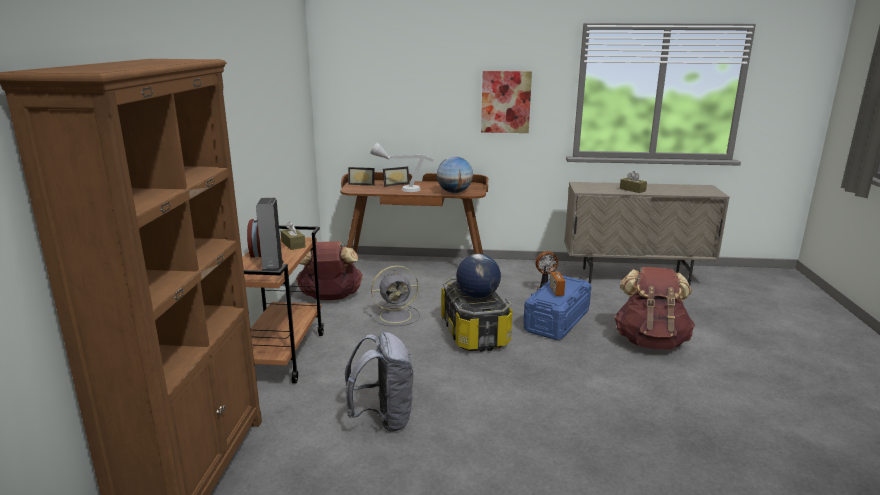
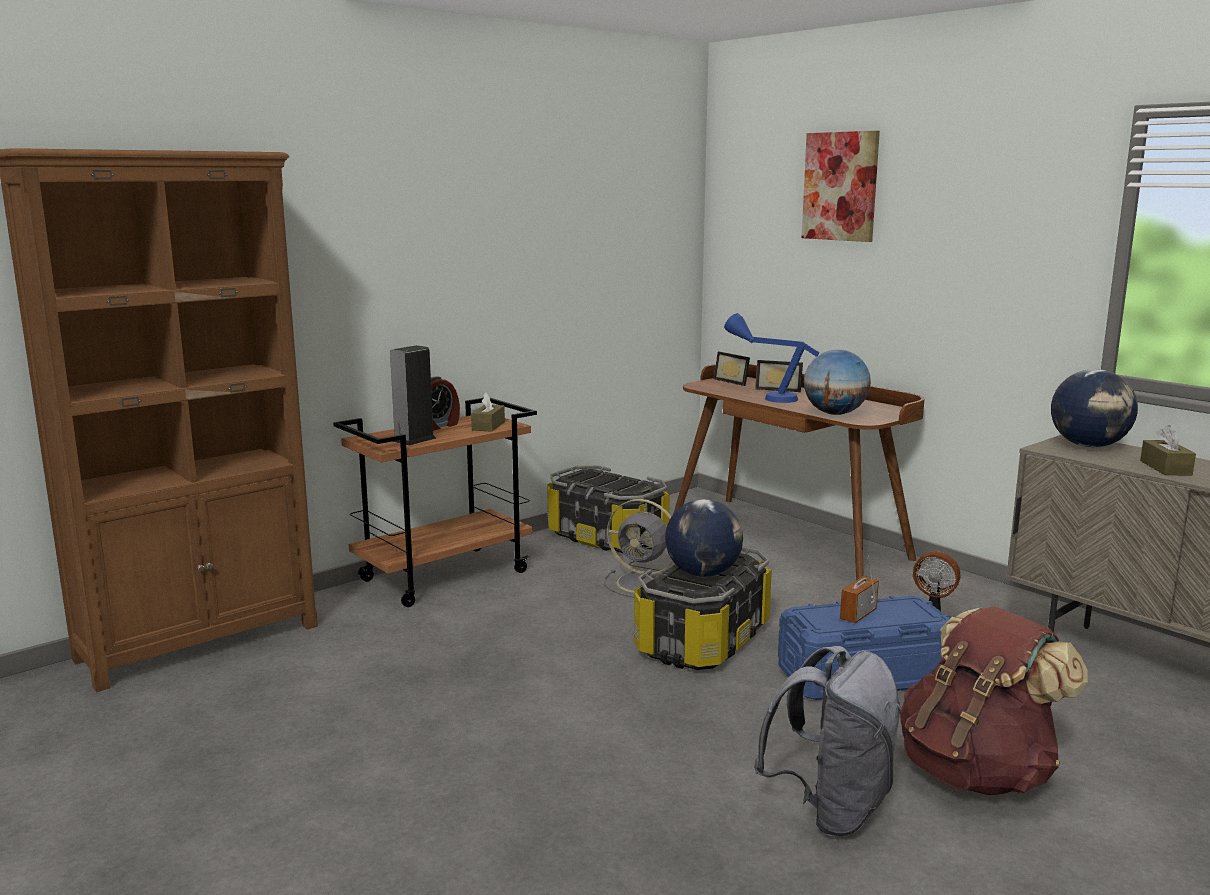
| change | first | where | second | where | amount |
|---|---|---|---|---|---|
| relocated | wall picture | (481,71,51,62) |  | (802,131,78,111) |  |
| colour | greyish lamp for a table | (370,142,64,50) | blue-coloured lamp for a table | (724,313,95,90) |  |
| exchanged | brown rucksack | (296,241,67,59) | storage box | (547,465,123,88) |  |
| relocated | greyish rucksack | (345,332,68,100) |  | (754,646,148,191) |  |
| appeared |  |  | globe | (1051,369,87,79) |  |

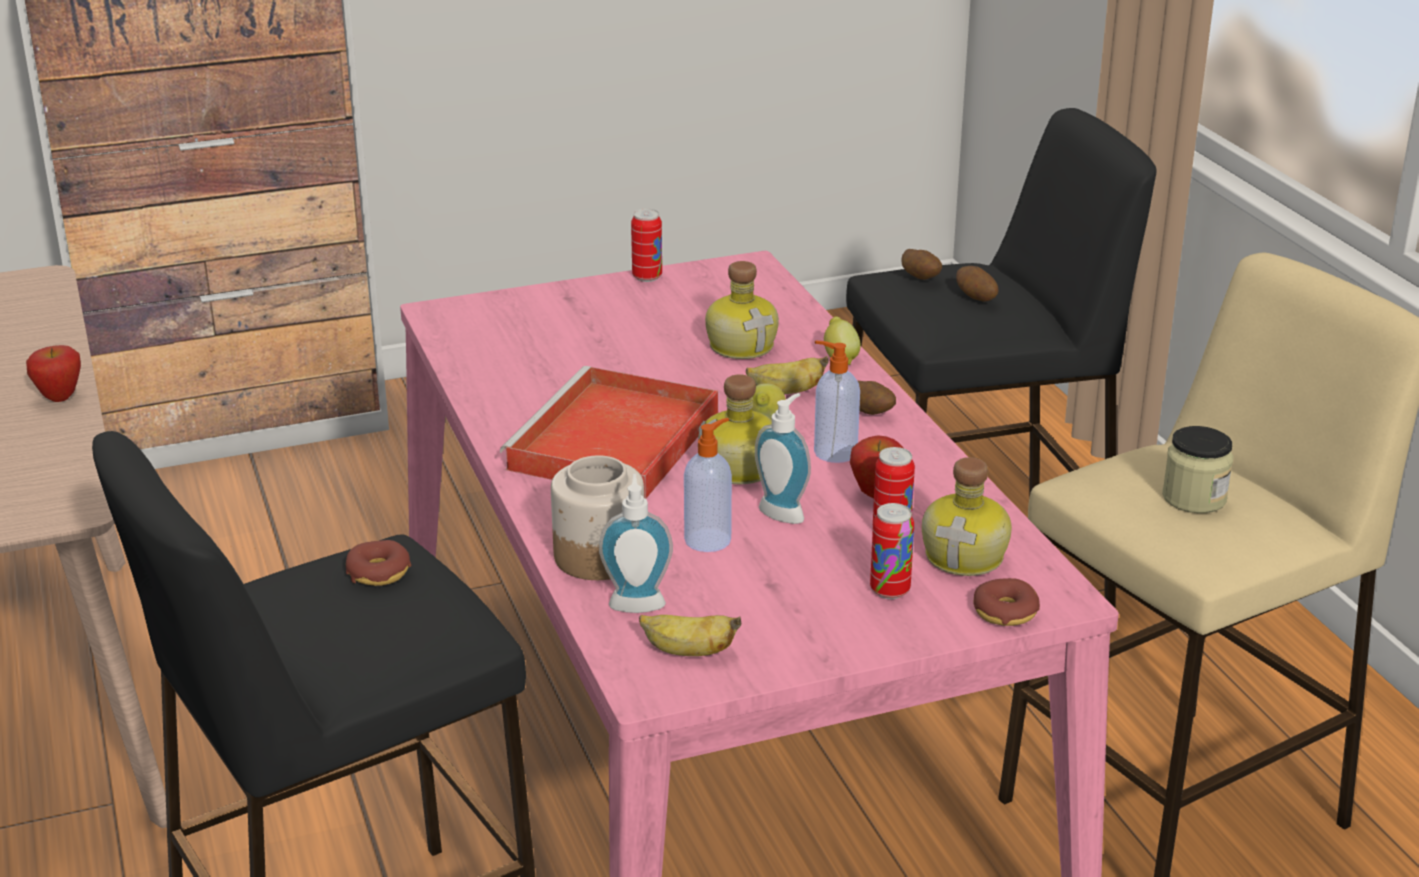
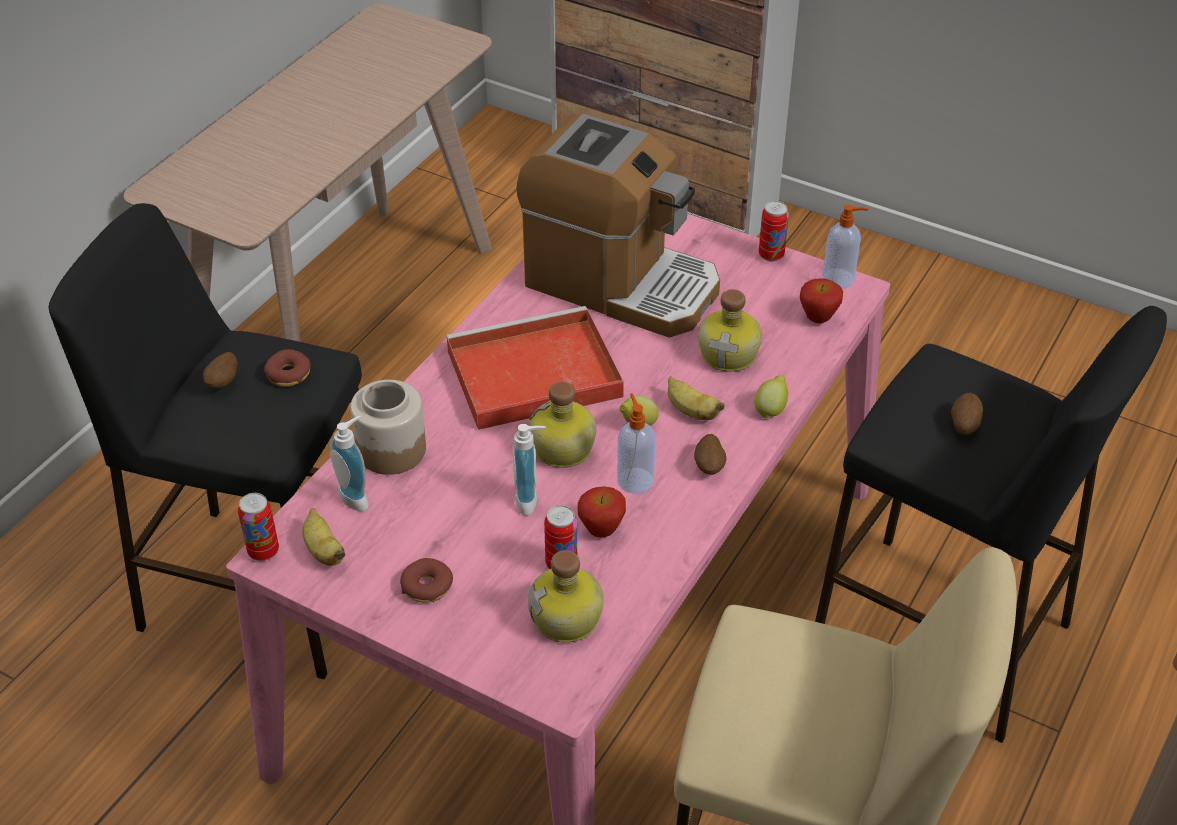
| change | first | where | second | where | amount |
|---|---|---|---|---|---|
| relocated | spud | (901,249,41,31) |  | (203,352,35,37) |  |
| relocated | apple fruit | (26,345,55,57) |  | (800,278,43,45) |  |
| relocated | liquid soap bottle | (684,418,48,134) |  | (822,204,46,84) |  |
| missing | storage jar | (1162,426,71,87) |  |  |  |
| relocated | metal can | (870,503,44,96) |  | (238,493,41,68) |  |
| relocated | donut | (974,578,66,48) |  | (400,558,53,45) |  |
| appeared |  |  | coffee brewer | (516,113,204,225) |  |

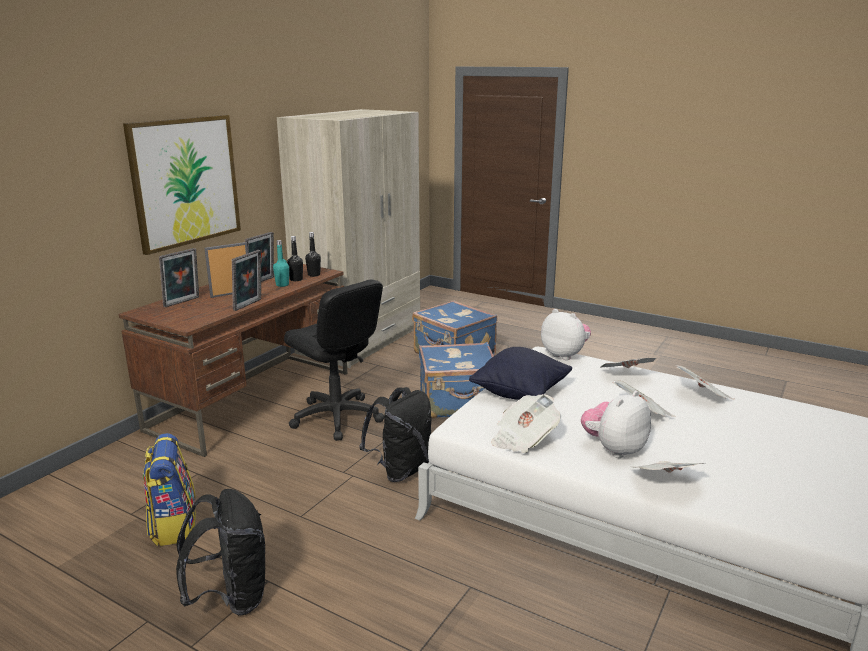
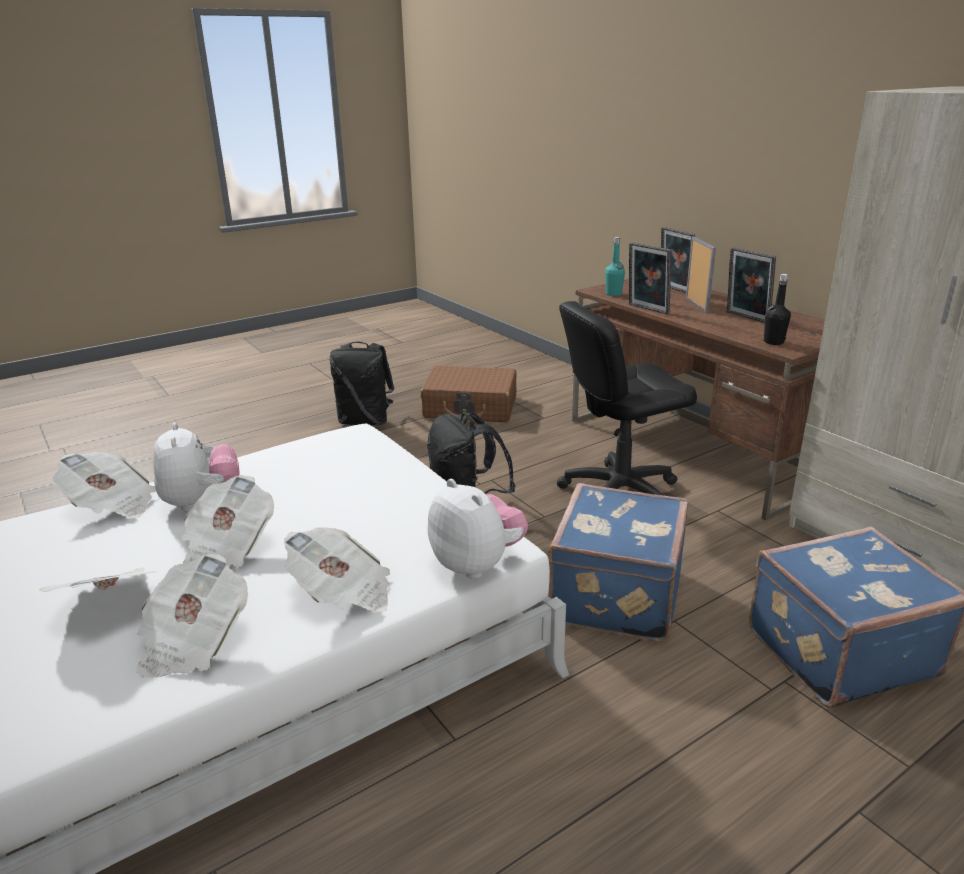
| change | first | where | second | where | amount |
|---|---|---|---|---|---|
| missing | wall picture | (123,115,118,140) |  |  |  |
| missing | blackish beverage bottle | (287,236,16,45) |  |  |  |
| relocated | turquoise beverage bottle | (273,240,16,47) |  | (605,237,20,59) |  |
| spun | plush toy | (541,309,50,51) |  | (428,479,100,100) | 105 degrees counterclockwise |
| missing | blackish pillow | (469,347,103,53) |  |  |  |
| relocated | daily paper | (491,394,70,59) |  | (39,568,118,24) |  |
| exchanged | rucksack | (143,433,53,113) | brown piece of luggage | (421,365,96,57) |  |

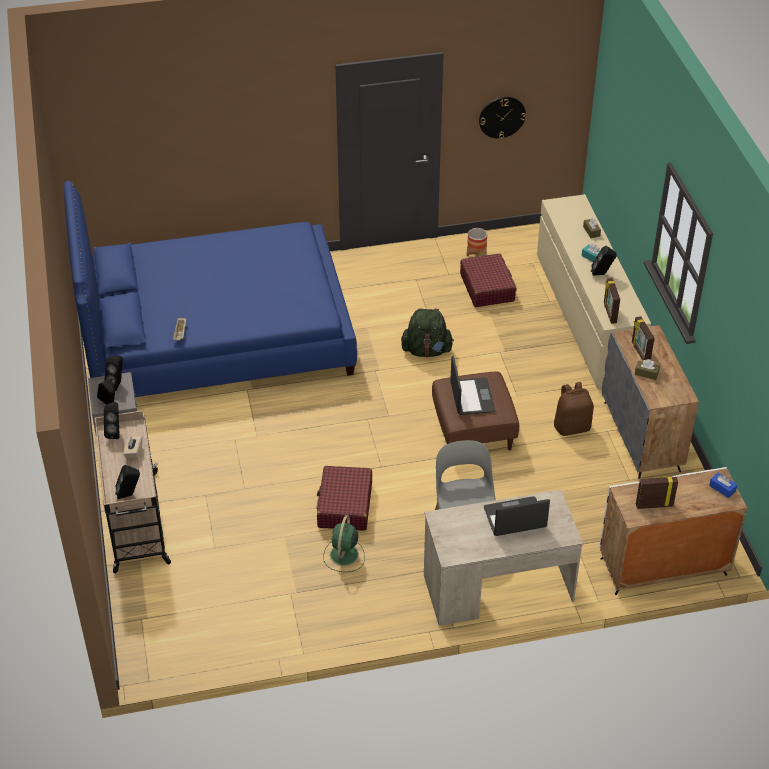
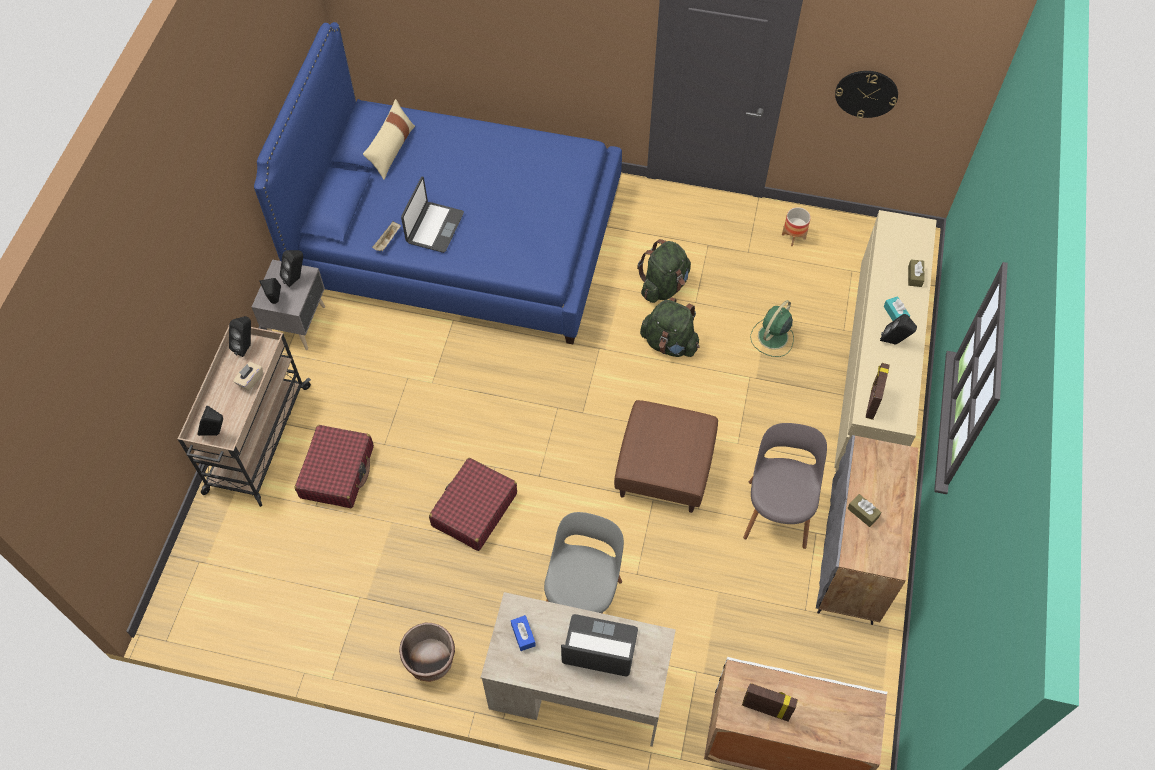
| change | first | where | second | where | amount |
|---|---|---|---|---|---|
| relocated | red piece of luggage | (460,253,56,54) |  | (295,425,79,83) |  |
| missing | standing frame | (632,316,22,44) |  |  |  |
| relocated | notebook computer | (450,356,45,59) |  | (401,177,63,76) |  |
| exchanged | brown rucksack | (554,382,40,54) | greyish chair | (743,423,84,126) |  |
| relocated | blue-coloured tissue holder | (709,473,28,25) |  | (511,615,25,36) |  |
| relocated | green cooling fan | (323,515,42,57) |  | (750,300,44,57) |  |
| appeared |  |  | sand-coloured pillow | (363,99,52,81) |  |
| appeared |  |  | green rucksack | (637,239,54,64) |  |
| appeared |  |  | brown planter | (399,623,56,59) |  |

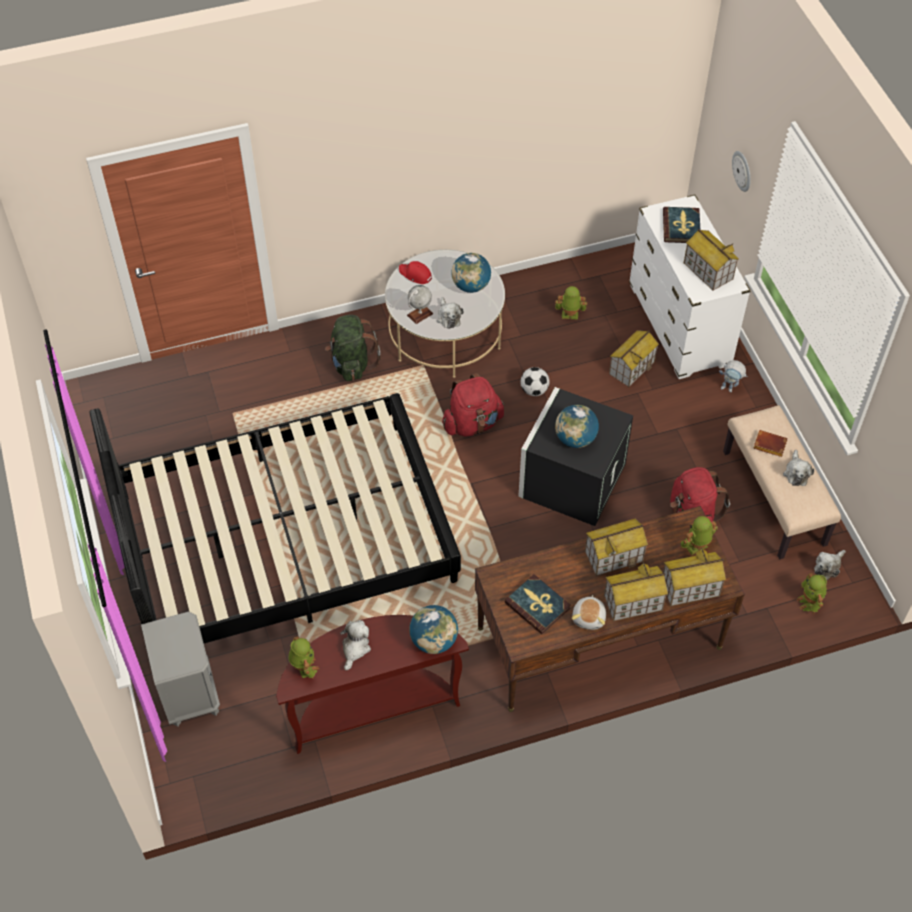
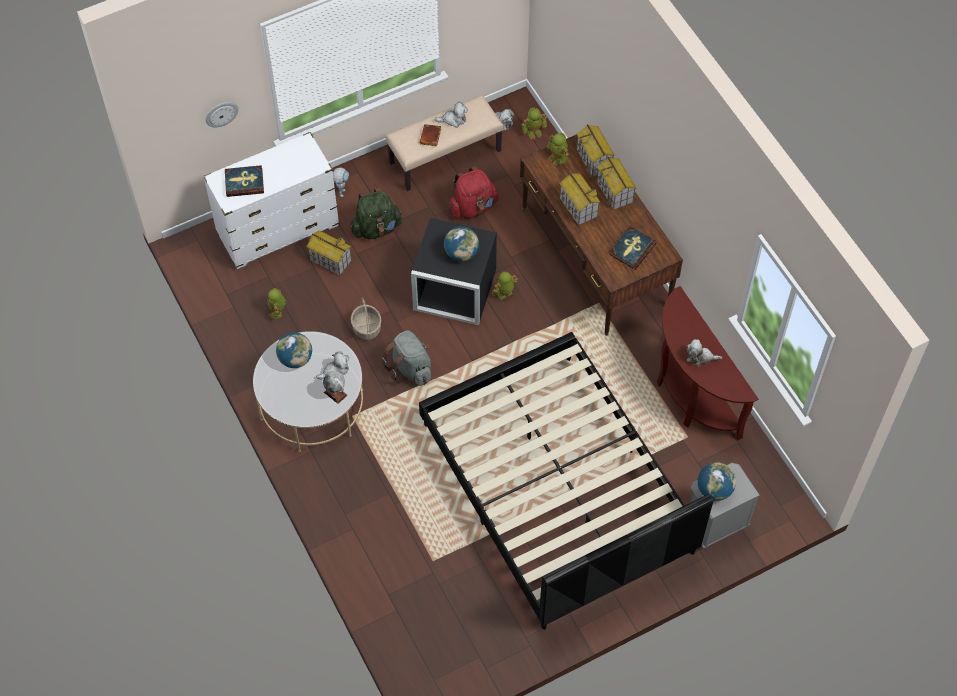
| change | first | where | second | where | amount |
|---|---|---|---|---|---|
| missing | toy house | (684,229,55,62) |  |  |  |
| missing | red baseball cap | (399,261,33,23) |  |  |  |
| relocated | green rucksack | (325,315,55,66) |  | (350,188,52,51) |  |
| exchanged | ball for football | (520,367,29,29) | storage basket | (351,298,30,42) |  |
| colour | red rucksack | (442,373,62,64) | greyish rucksack | (382,330,49,56) |  |
| missing | plush toy | (572,595,34,35) |  |  |  |
| relocated | globe | (409,605,49,49) |  | (697,462,39,39) |  |
| relocated | toy robot | (288,636,31,43) |  | (492,272,26,28) |  |

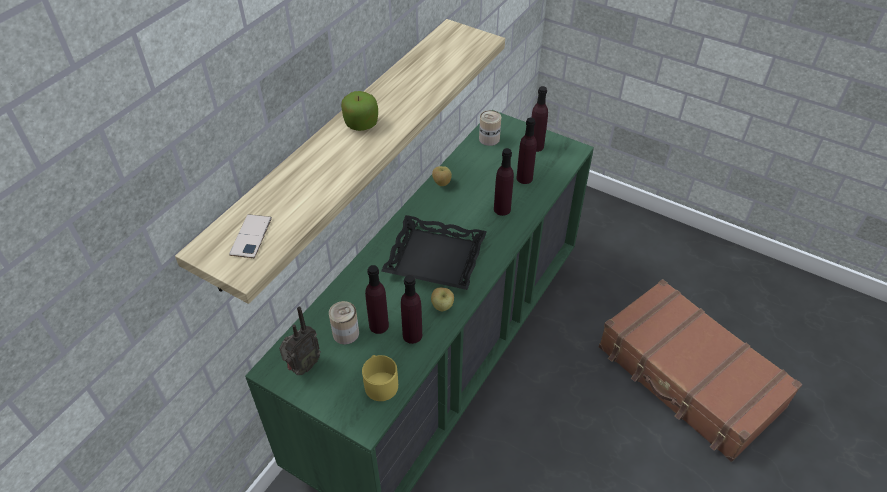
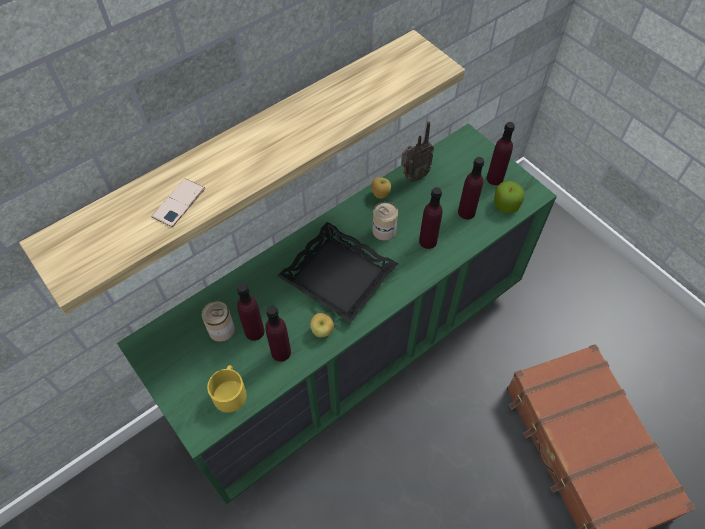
| change | first | where | second | where | amount |
|---|---|---|---|---|---|
| relocated | apple fruit | (341,91,37,40) |  | (494,181,30,32) |  |
| relocated | metal can | (479,110,22,36) |  | (372,202,26,39) |  |
| relocated | telephone | (229,214,43,44) |  | (151,178,54,49) |  |
| relocated | radio set | (279,306,42,69) |  | (401,121,33,61) |  |

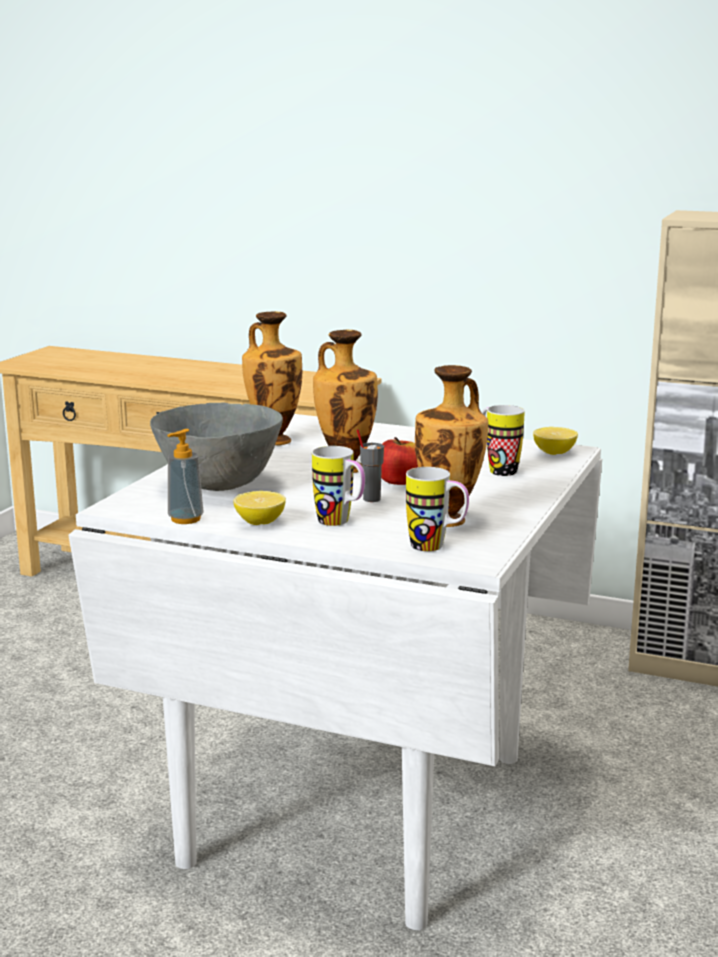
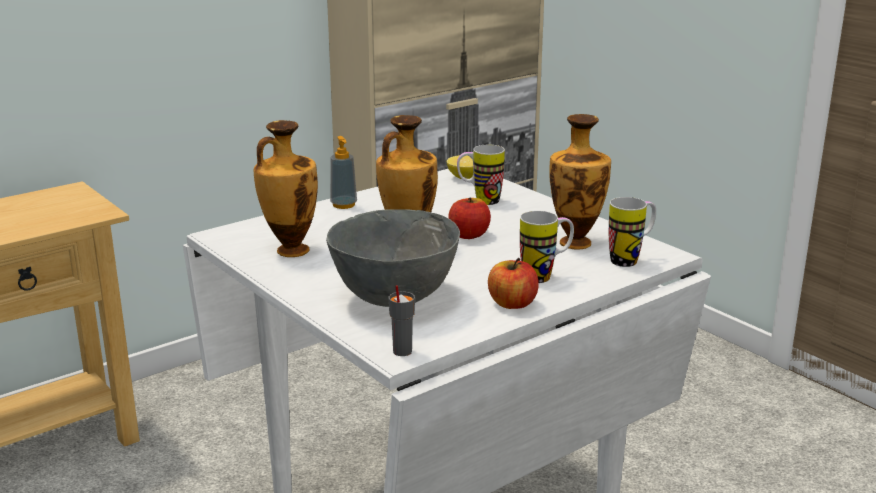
| change | first | where | second | where | amount |
|---|---|---|---|---|---|
| relocated | liquid soap bottle | (167,429,37,95) |  | (330,136,27,73) |  |
| relocated | greyish drinking cup | (357,429,27,73) |  | (388,285,27,71) |  |
| exchanged | citrus fruit | (233,491,53,34) | apple fruit | (488,258,51,51) |  |

